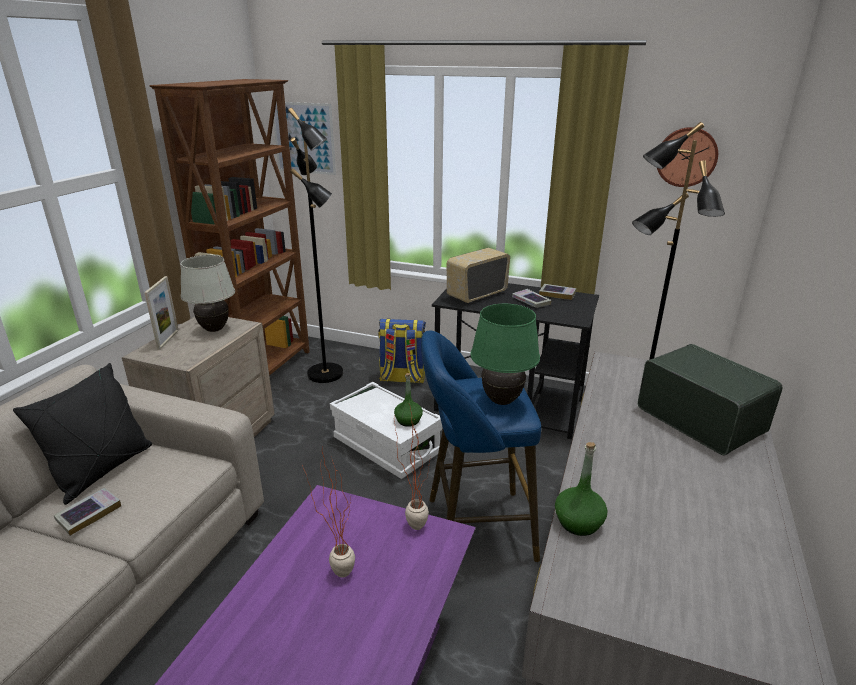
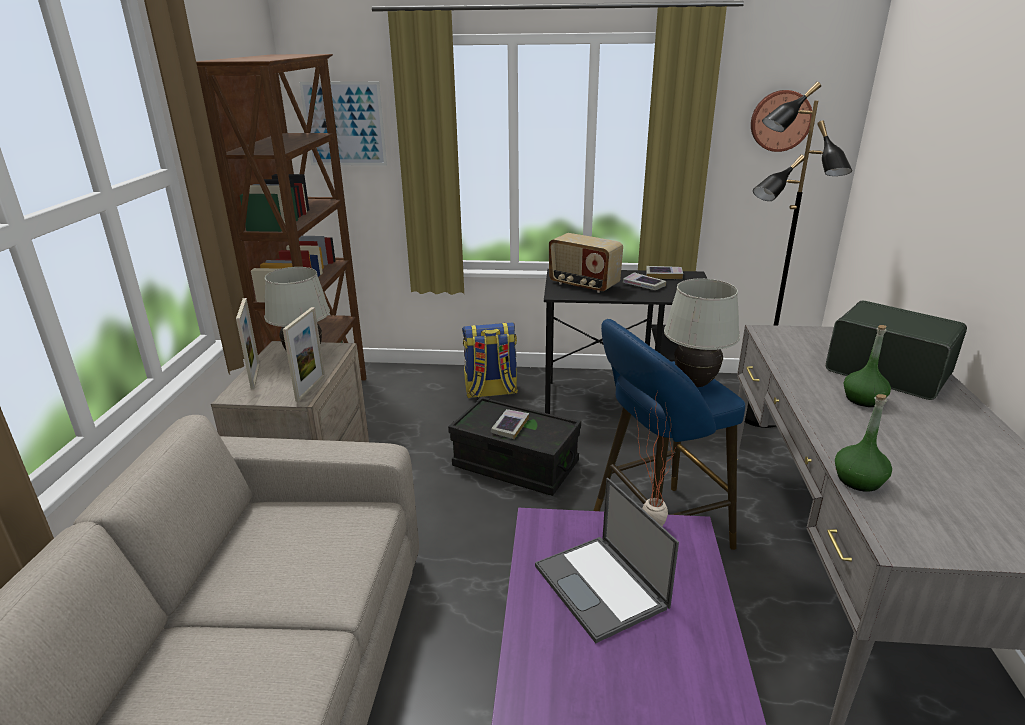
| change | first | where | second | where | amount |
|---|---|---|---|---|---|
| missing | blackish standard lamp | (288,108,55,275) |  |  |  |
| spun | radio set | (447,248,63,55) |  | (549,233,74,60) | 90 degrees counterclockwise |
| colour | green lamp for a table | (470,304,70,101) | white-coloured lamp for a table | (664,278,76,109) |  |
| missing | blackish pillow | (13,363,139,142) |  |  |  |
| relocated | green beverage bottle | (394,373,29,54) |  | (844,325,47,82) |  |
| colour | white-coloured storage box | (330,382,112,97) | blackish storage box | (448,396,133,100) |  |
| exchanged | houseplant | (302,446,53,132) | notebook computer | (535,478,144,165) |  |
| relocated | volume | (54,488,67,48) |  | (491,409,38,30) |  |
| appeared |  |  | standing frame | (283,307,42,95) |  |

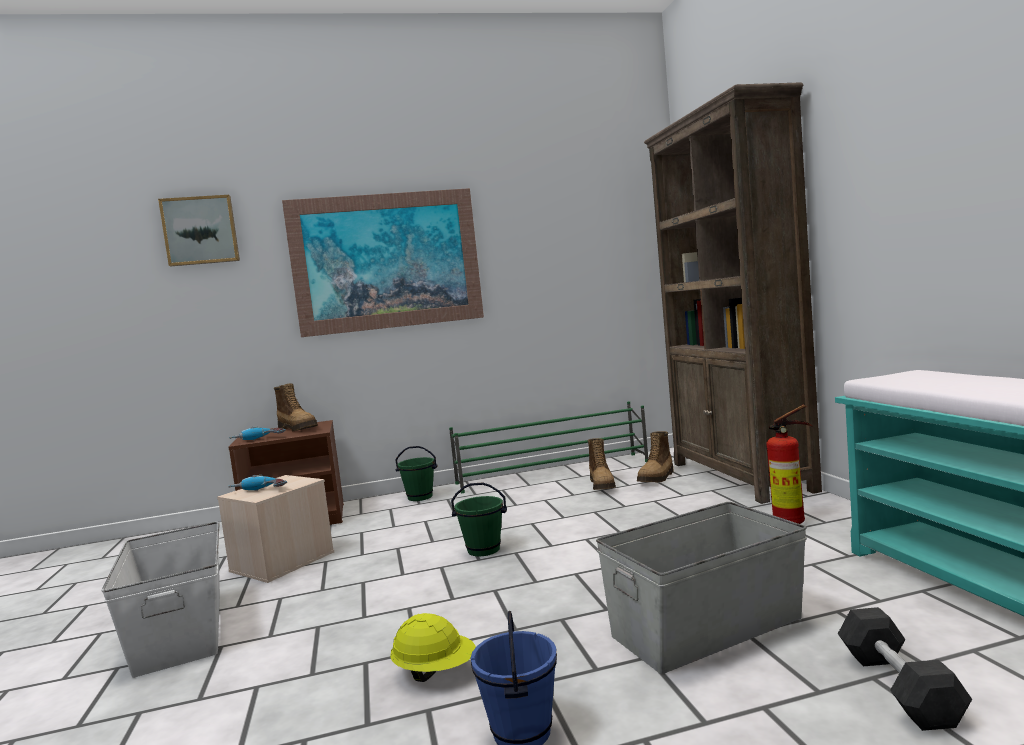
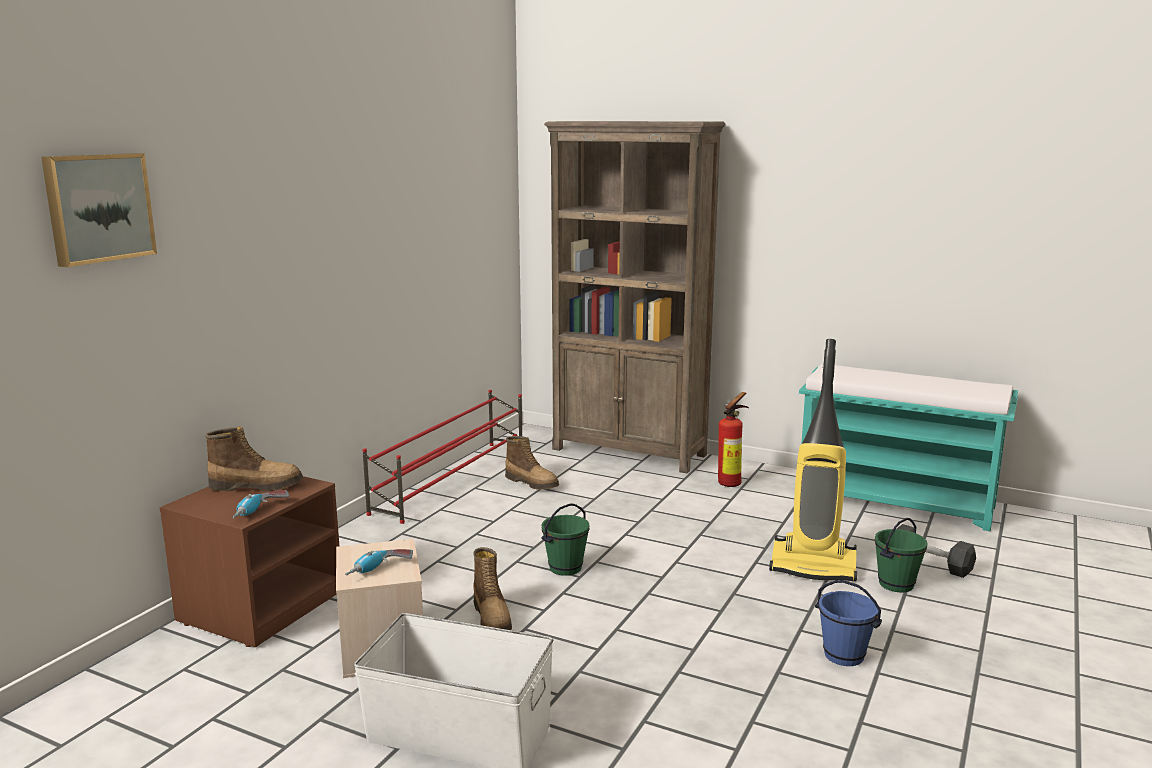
| change | first | where | second | where | amount |
|---|---|---|---|---|---|
| missing | wall picture | (282,188,202,149) |  |  |  |
| colour | green shoe rack | (449,401,199,92) | red shoe rack | (362,390,160,134) |  |
| relocated | tall boot | (637,431,37,51) |  | (473,547,39,83) |  |
| relocated | green bucket | (395,446,42,55) |  | (875,518,53,74) |  |
| exchanged | greyish storage box | (596,502,211,172) | hoover | (769,339,88,243) |  |
| missing | yellowish hard hat | (390,613,86,69) |  |  |  |

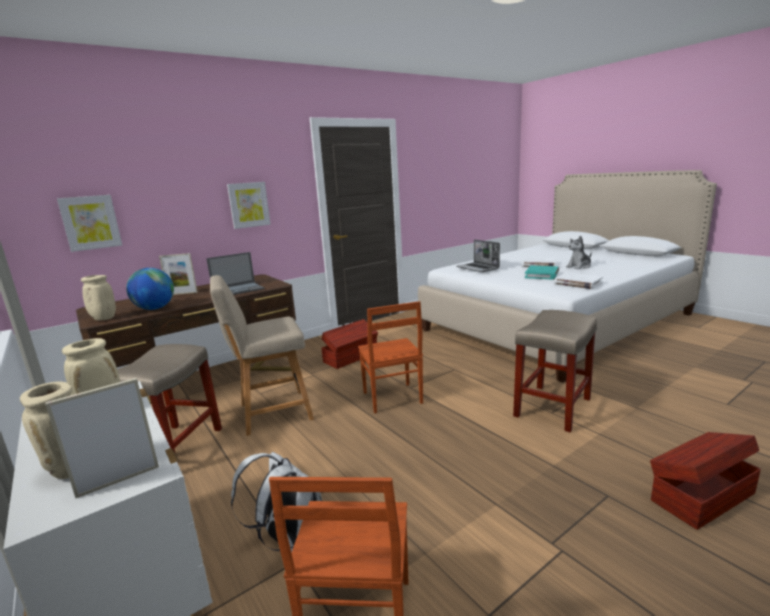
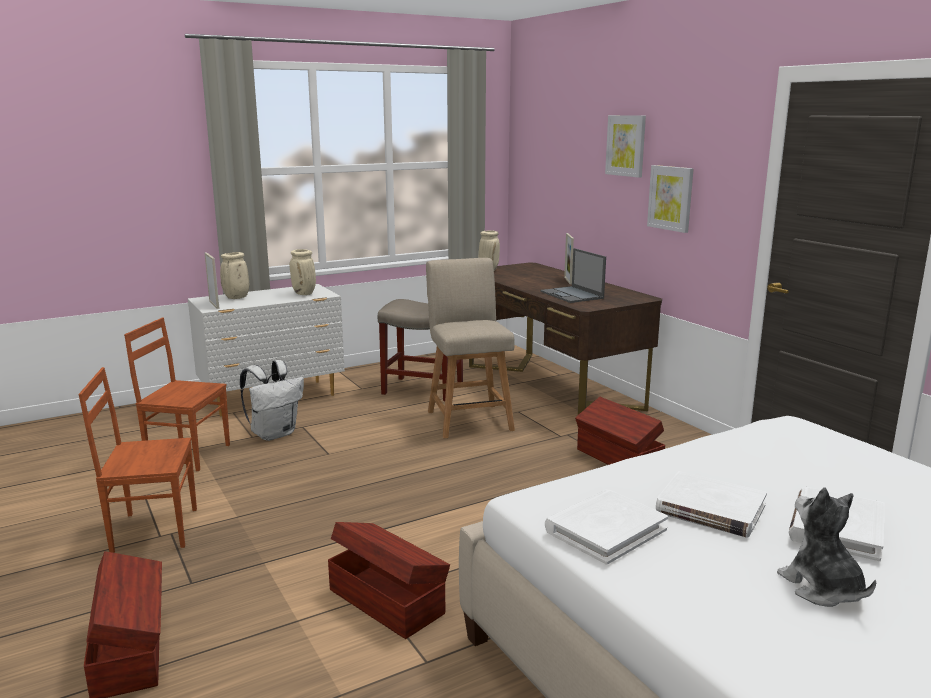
| change | first | where | second | where | amount |
|---|---|---|---|---|---|
| relocated | wall picture | (57,195,65,57) |  | (605,115,41,63) |  |
| missing | notebook computer | (457,240,43,32) |  |  |  |
| colour | turquoise volume | (525,265,34,15) | white-coloured volume | (656,471,111,67) |  |
| missing | globe | (126,268,48,42) |  |  |  |
| relocated | brown chair | (358,301,65,112) |  | (78,367,119,186) |  |
| exchanged | sand-coloured sitting stool | (513,310,84,123) | brown storage box | (328,522,122,117) |  |

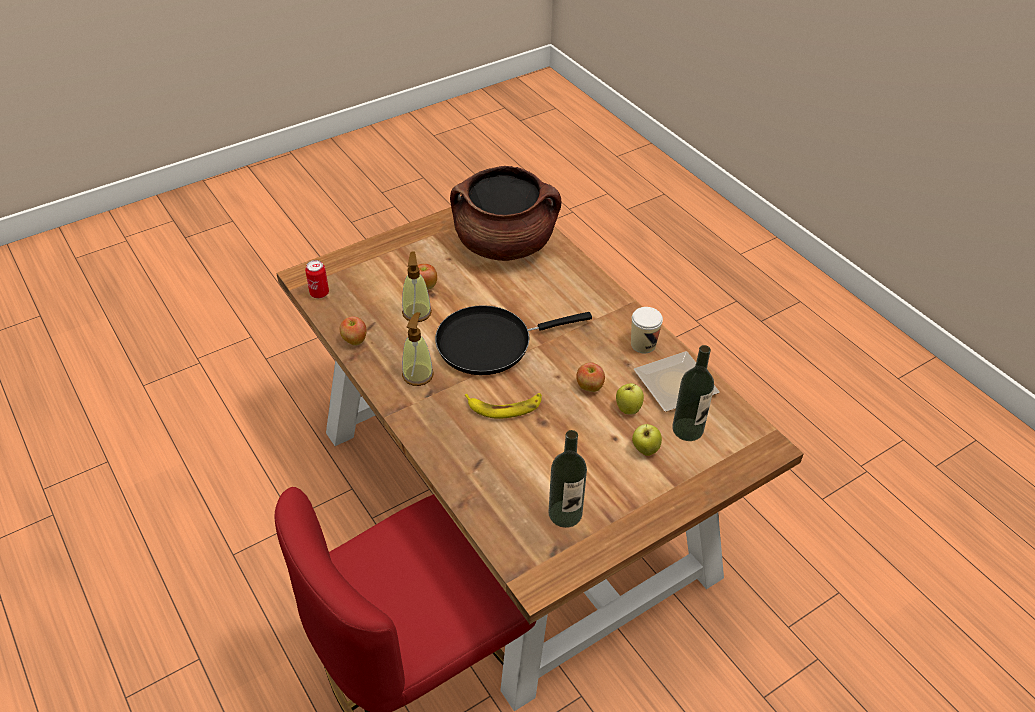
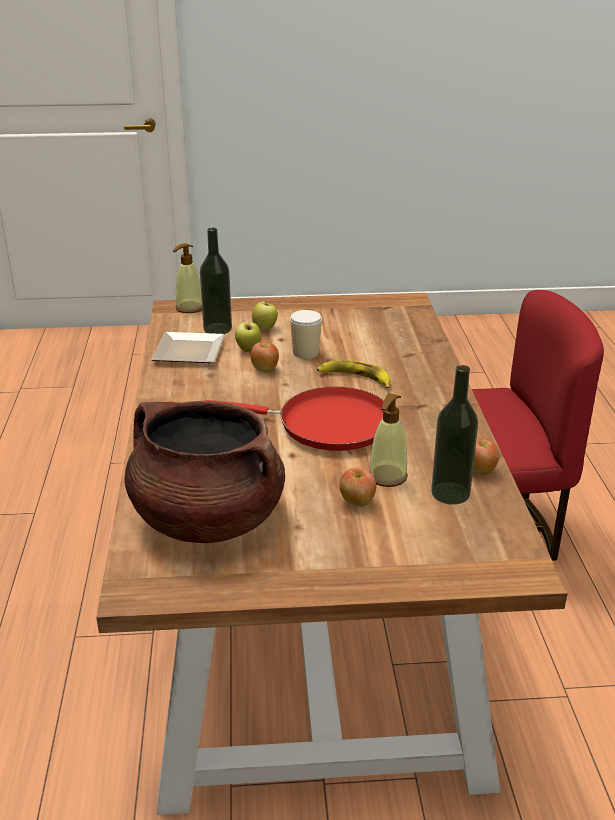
| change | first | where | second | where | amount |
|---|---|---|---|---|---|
| missing | metal can | (305,260,24,38) |  |  |  |
| colour | blackish frying pan | (435,305,157,70) | red frying pan | (204,387,180,64) |  |
| relocated | drinking cup | (631,307,32,46) |  | (290,310,32,49) |  |
| relocated | liquid soap bottle | (402,312,32,74) |  | (173,243,29,70) |  |
| relocated | beverage bottle | (548,430,39,98) |  | (431,365,47,140) |  |

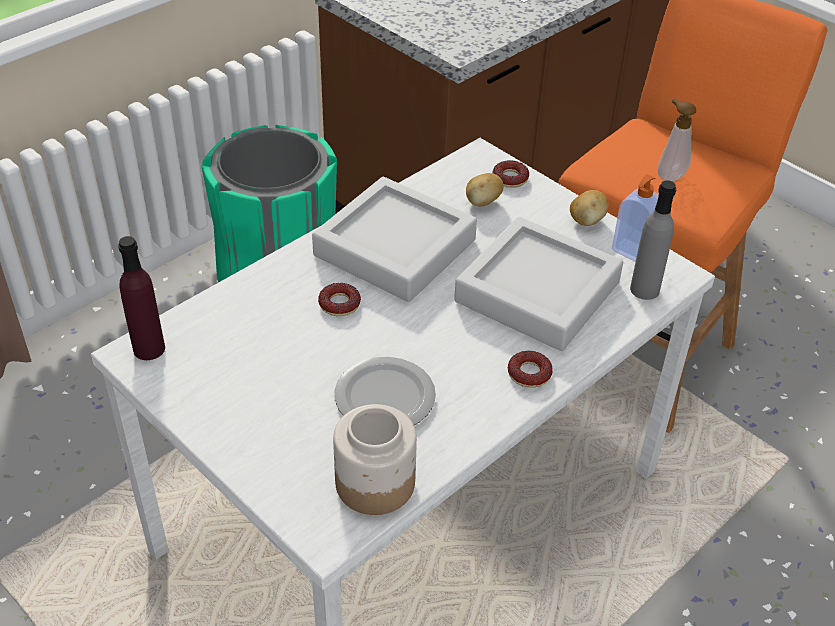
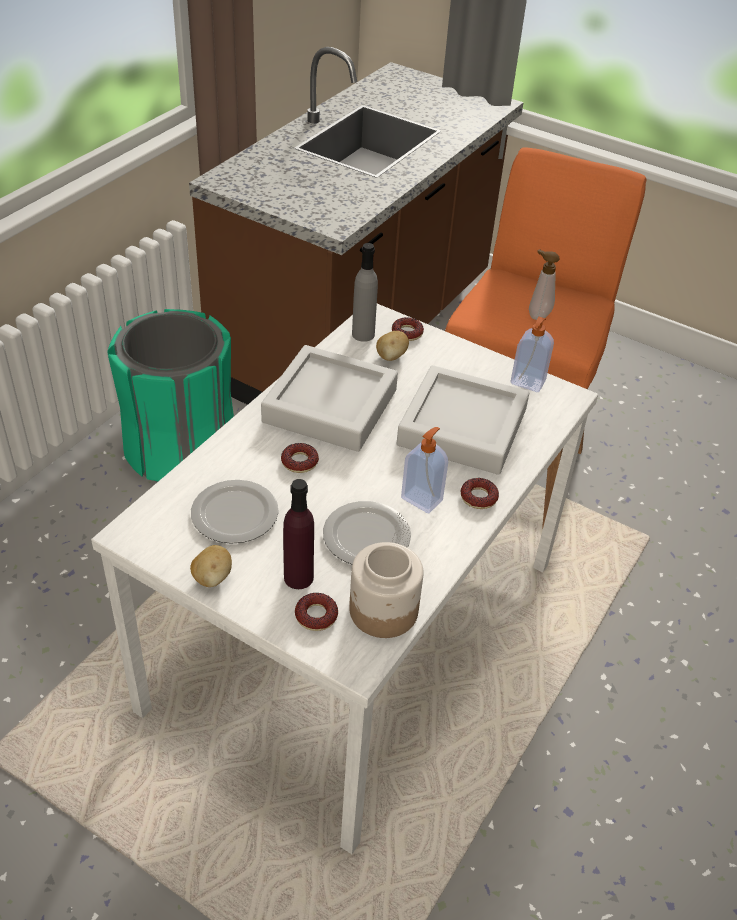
| change | first | where | second | where | amount |
|---|---|---|---|---|---|
| relocated | greyish beverage bottle | (630,180,46,120) |  | (352,243,26,99) |  |
| relocated | spud | (570,190,39,36) |  | (190,545,42,42) |  |
| relocated | purple-coloured beverage bottle | (118,236,47,124) |  | (283,479,31,110) |  |
| appeared |  |  | liquid soap bottle | (401,427,47,86) |  |
| appeared |  |  | dinner plate | (191,480,88,64) |  |
| appeared |  |  | donut | (295,593,43,38) |  |

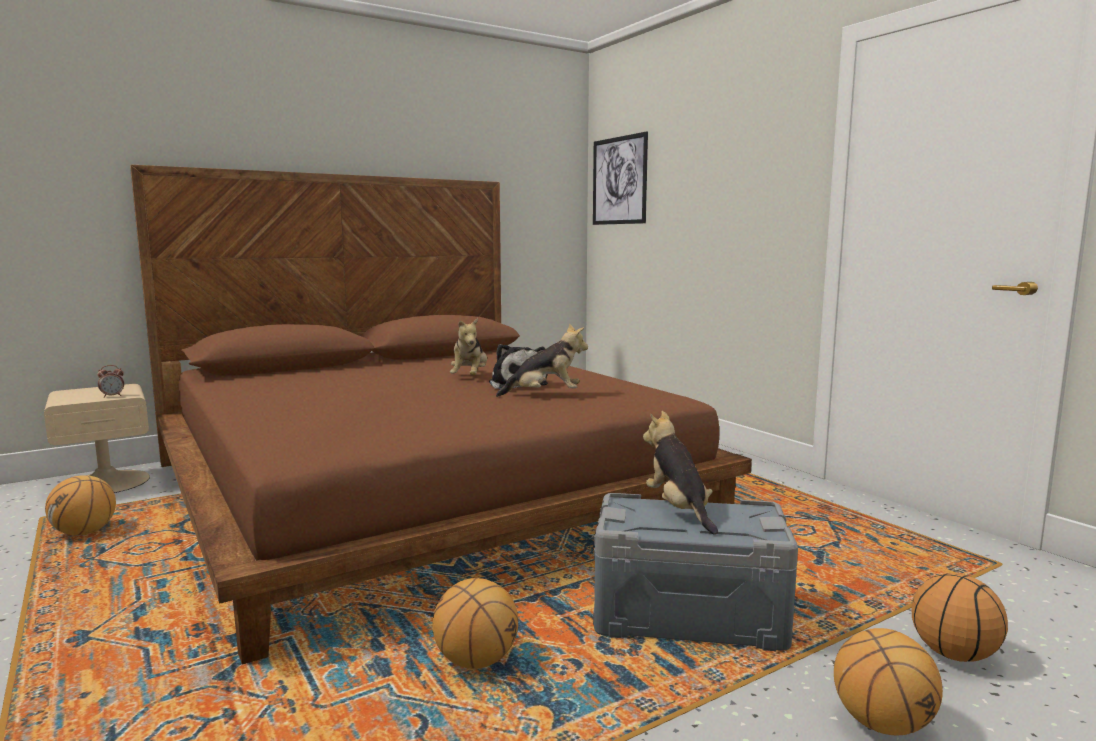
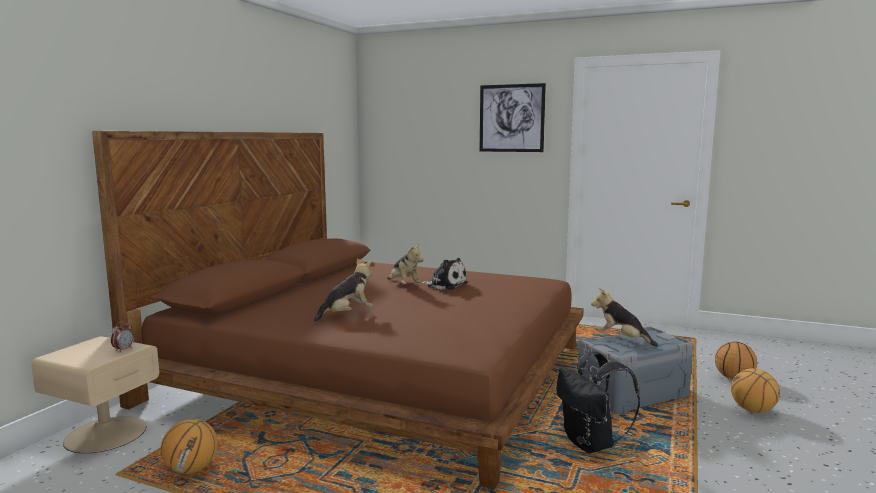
| change | first | where | second | where | amount |
|---|---|---|---|---|---|
| relocated | wall picture | (593,131,55,94) |  | (480,83,66,69) |  |
| relocated | plush toy | (496,323,92,74) |  | (313,258,60,65) |  |
| exchanged | basketball | (432,578,86,91) | blackish rucksack | (556,351,84,102) |  |

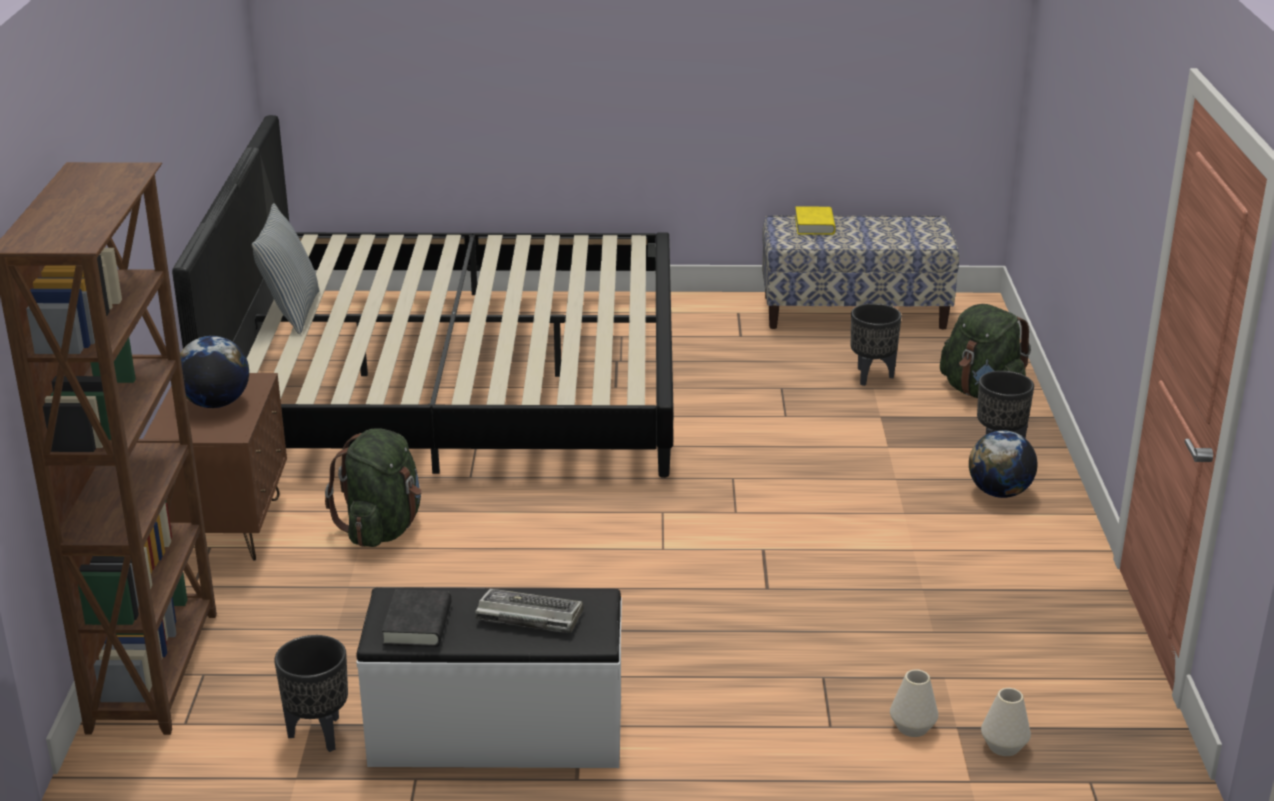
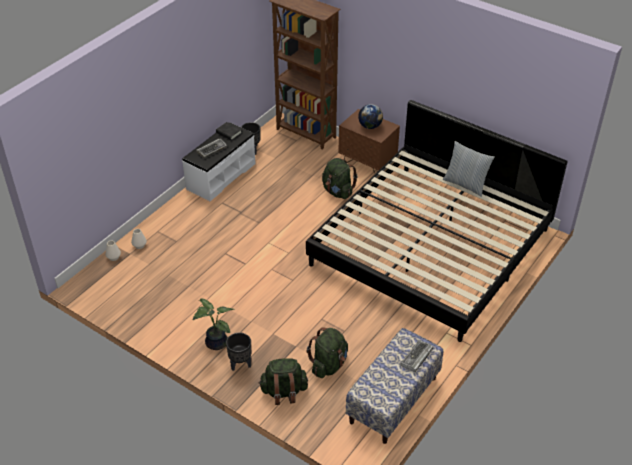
| change | first | where | second | where | amount |
|---|---|---|---|---|---|
| exchanged | yellowish volume | (795,206,40,29) | keyboard | (400,340,34,32) |  |
| exchanged | blackish planter | (851,303,51,83) | green rucksack | (307,327,41,51) |  |
| exchanged | globe | (969,430,69,68) | houseplant | (193,299,42,51) |  |

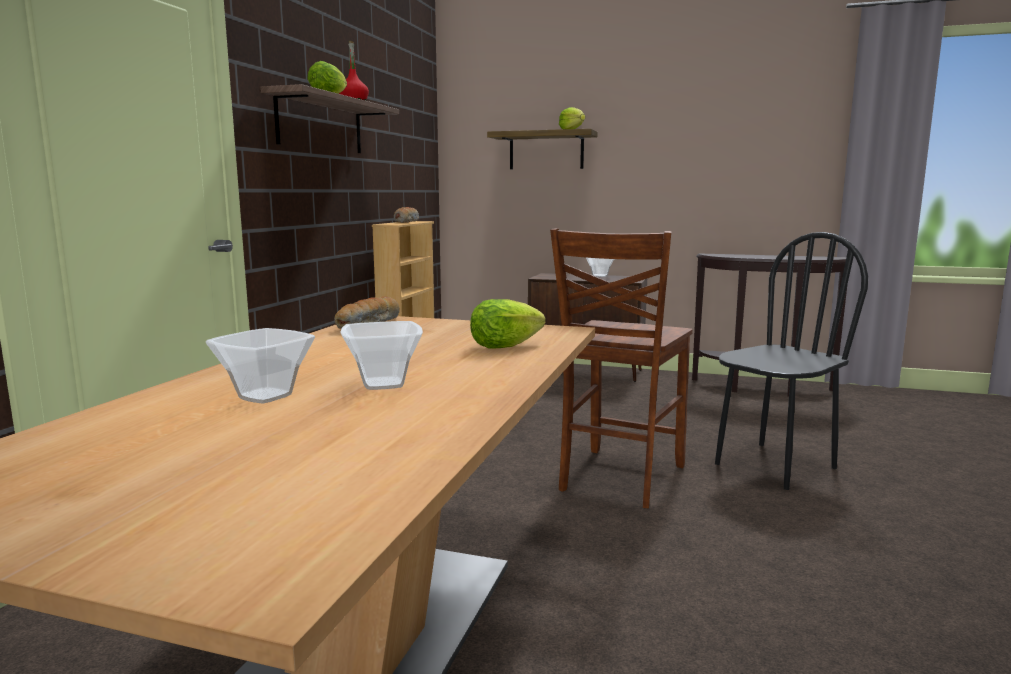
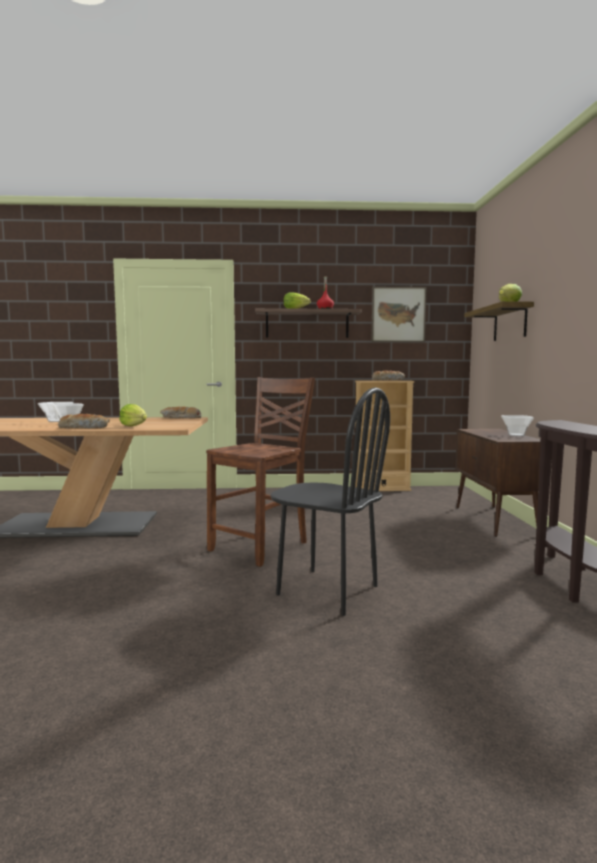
| change | first | where | second | where | amount |
|---|---|---|---|---|---|
| spun | brown chair | (550,228,143,280) |  | (206,377,109,190) | 120 degrees clockwise |
| appeared |  |  | wall picture | (371,287,55,55) |  |
| appeared |  |  | bakery bread | (58,414,52,15) |  |

